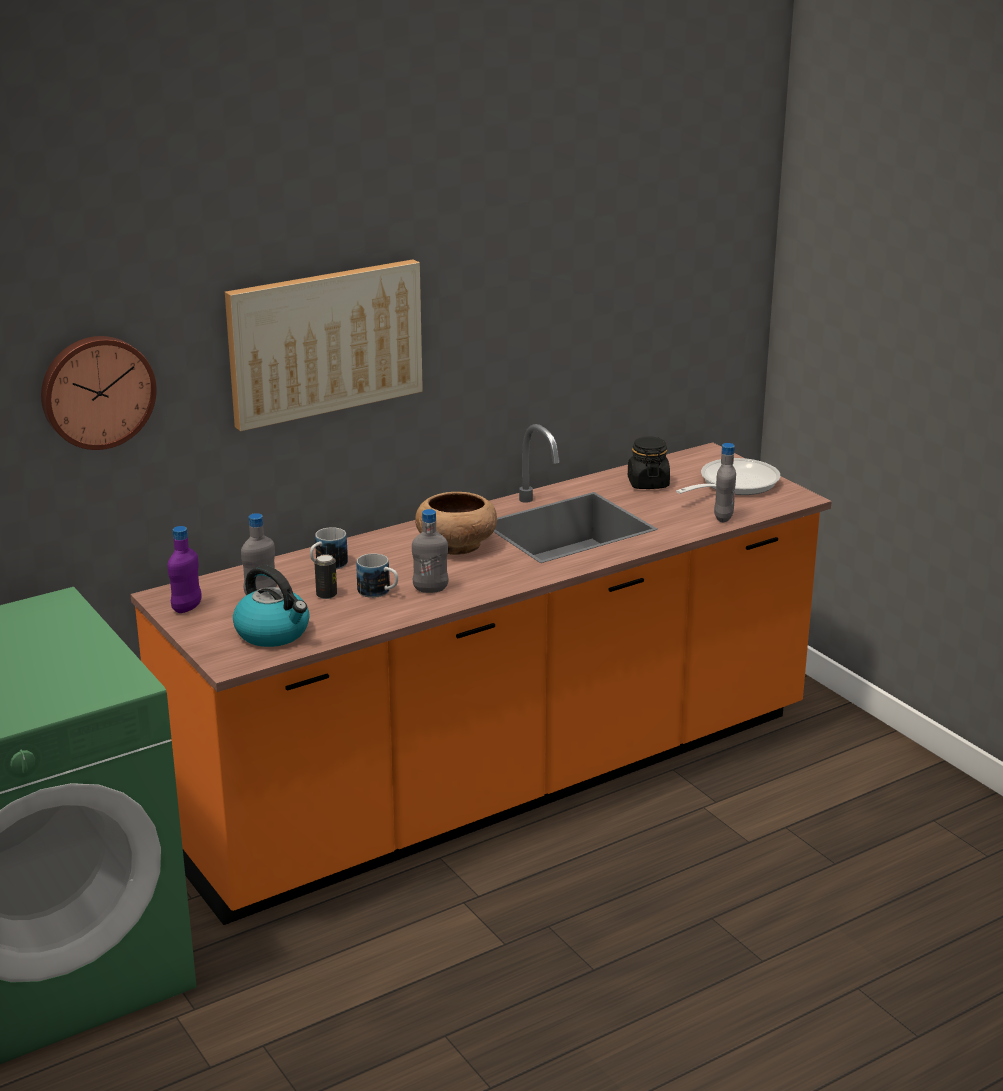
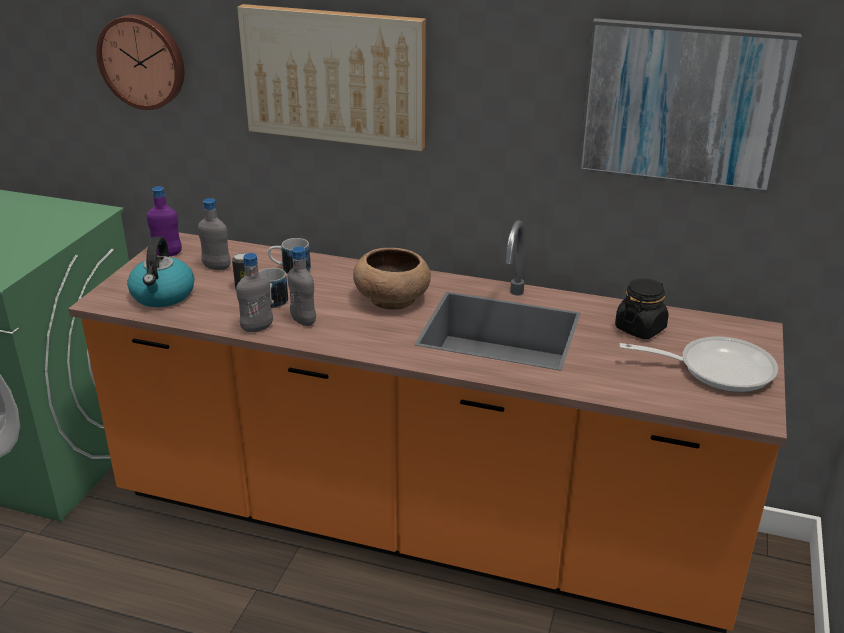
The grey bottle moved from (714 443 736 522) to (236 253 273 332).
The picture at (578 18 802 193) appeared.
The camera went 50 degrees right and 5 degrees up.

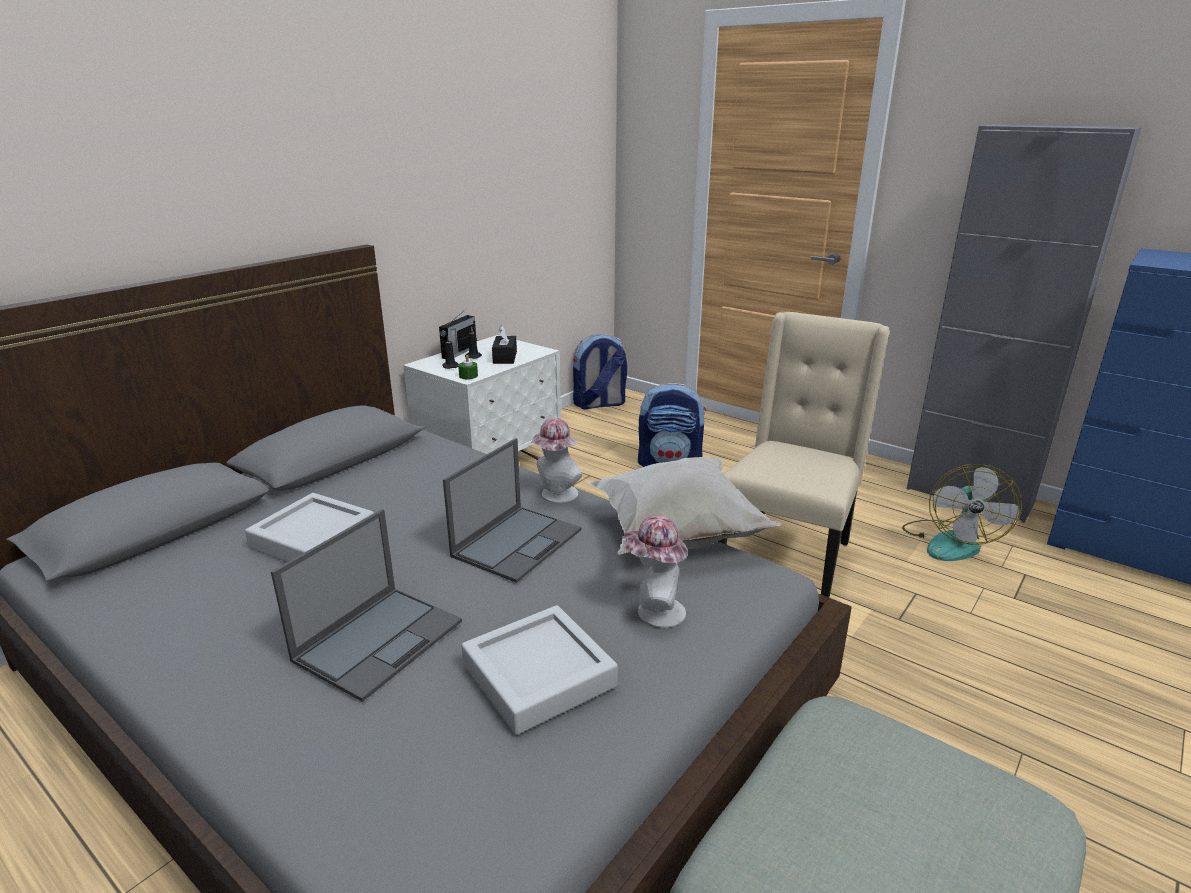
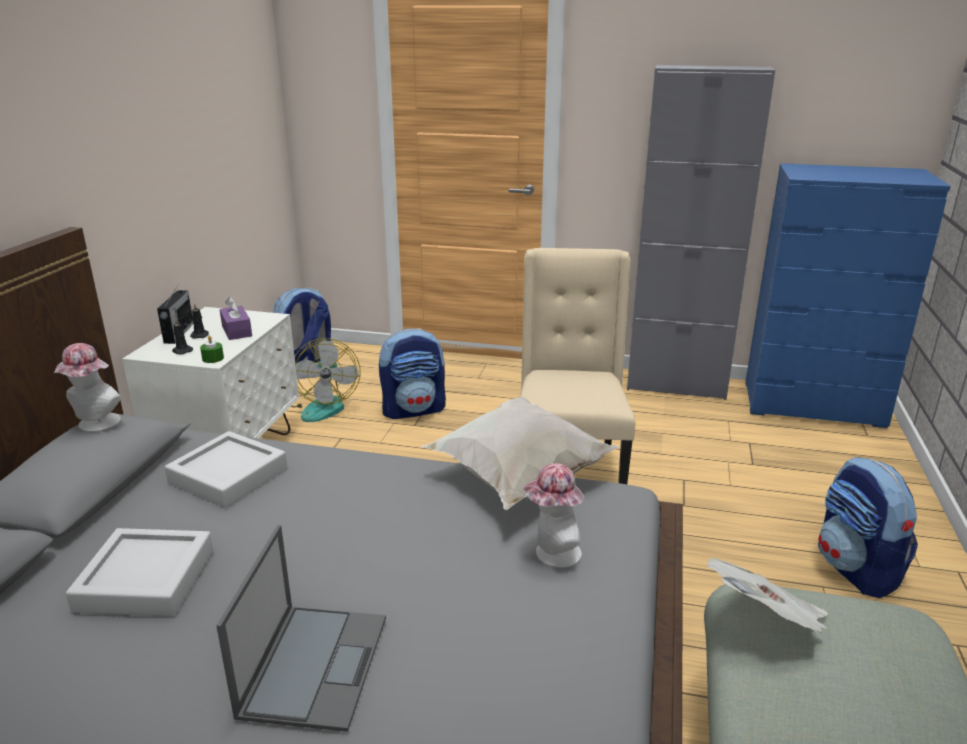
The laptop at (443 438 581 583) disappeared.
The grey tray moved from (461 605 618 735) to (165 431 287 508).
The black tissue box at (492 325 517 364) became the purple tissue box at (219 297 252 340).
The hat moved from (531 418 582 503) to (54 343 121 432).
The fan moved from (902 464 1022 561) to (290 338 360 422).
The newspaper at (707 558 828 633) appeared.
The backpack at (818 457 918 598) appeared.
The camera went 25 degrees left and 0 degrees up.

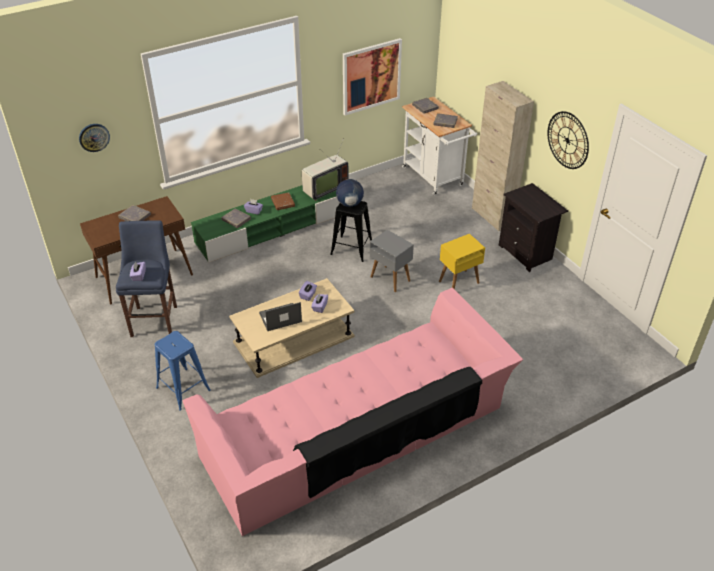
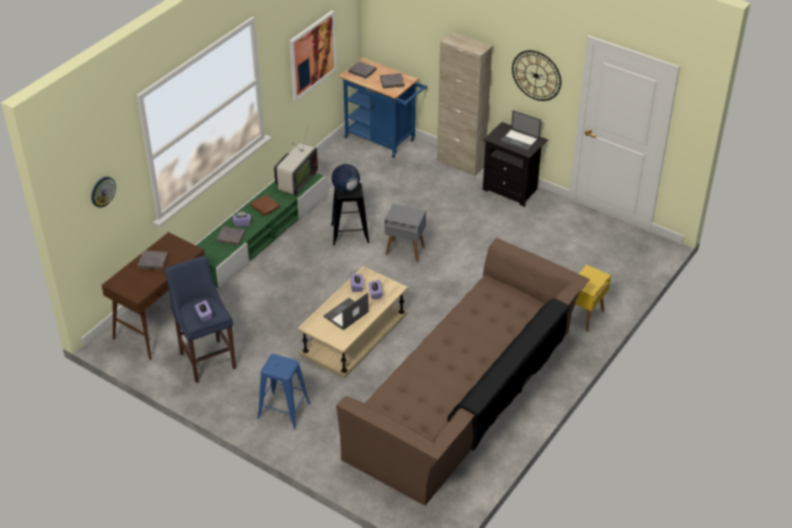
The pink sofa at (182 288 524 536) became the brown sofa at (336 238 590 506).
The white cart at (402 97 477 196) became the blue cart at (339 58 427 158).
The yellow side table moved from (439 234 485 290) to (572 265 611 332).
The laptop at (500 110 541 151) appeared.
The camera went 25 degrees left and 0 degrees up.

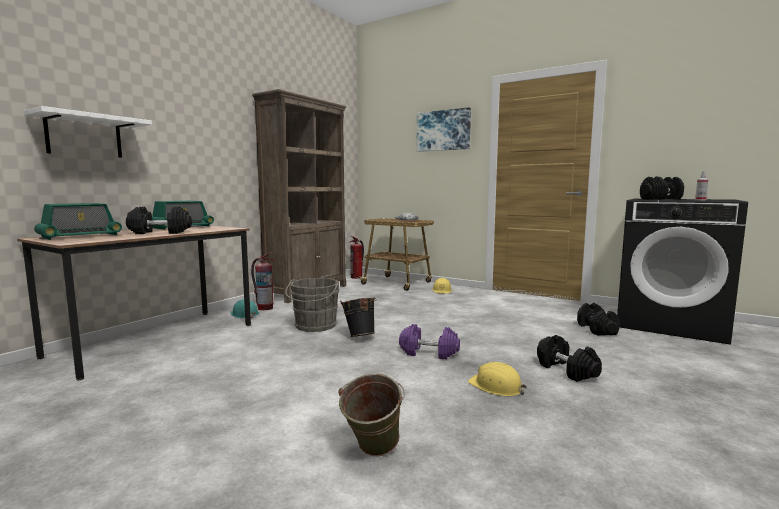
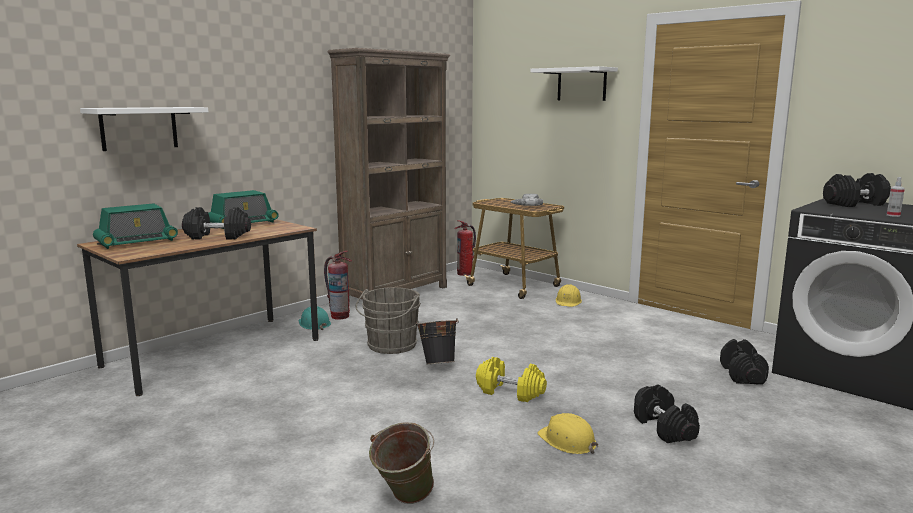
The purple dumbbell at (399 324 460 359) became the yellow dumbbell at (476 357 547 402).
The picture at (417 107 471 152) was replaced by the white shelf at (530 66 618 101).
The camera went 10 degrees right and 5 degrees up.

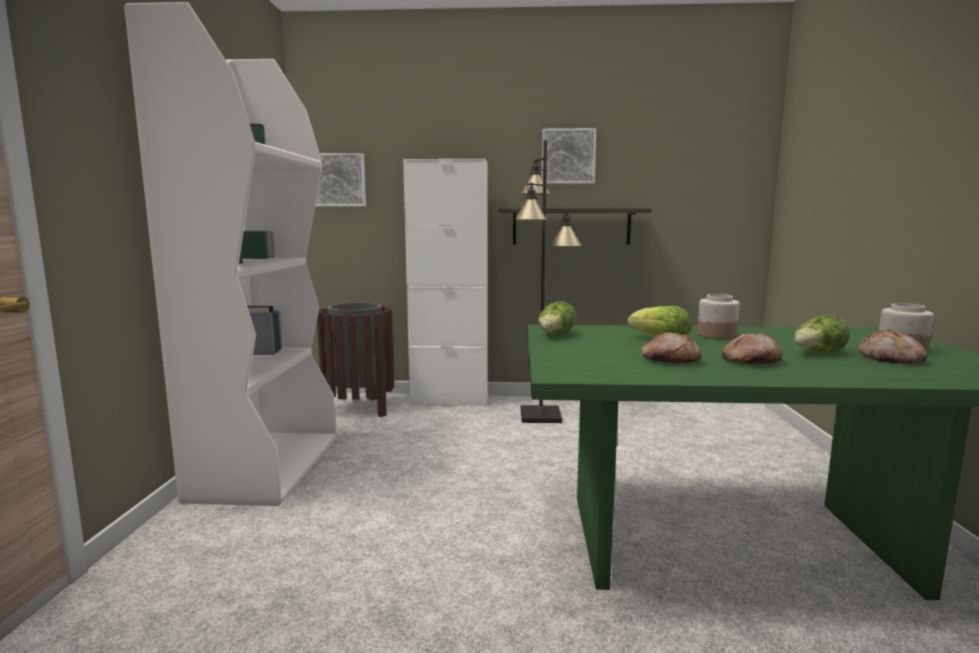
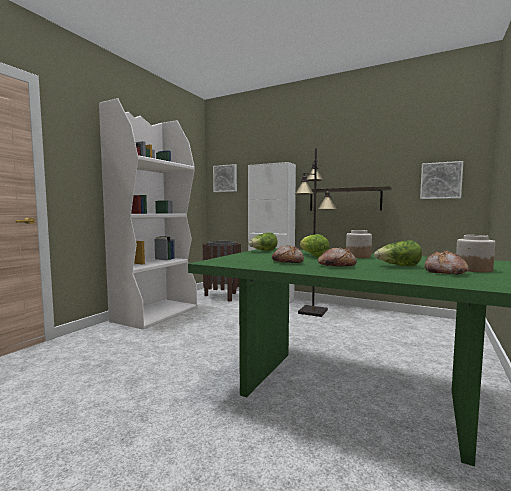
The picture moved from (542 128 596 184) to (420 161 463 199).
The camera went 25 degrees right and 5 degrees down.

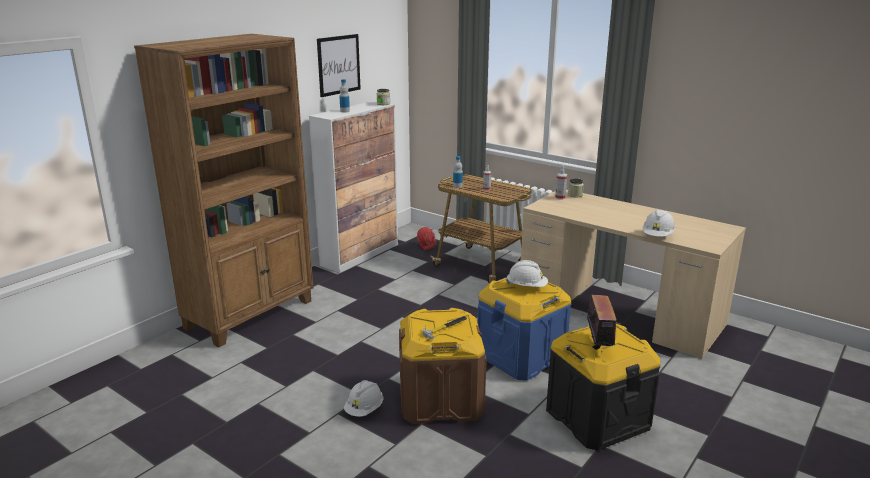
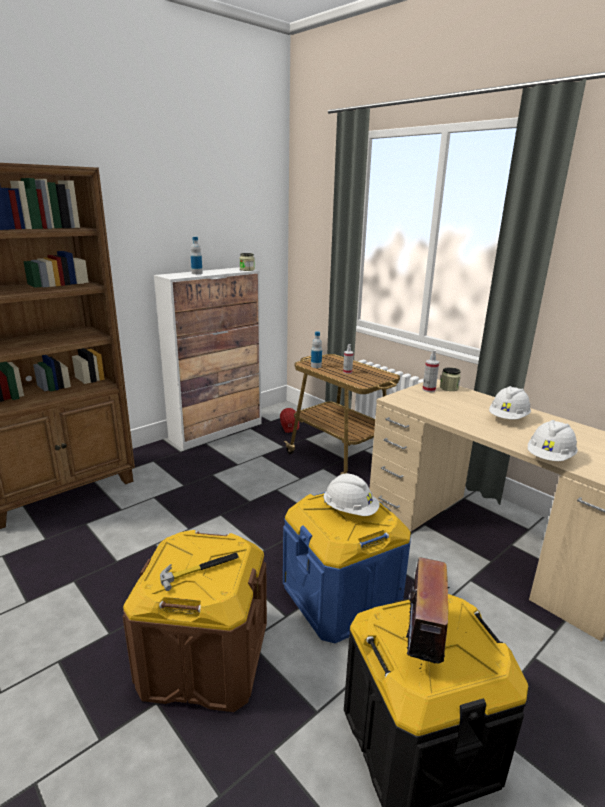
The picture at (317 34 361 97) disappeared.
The white hard hat moved from (344 380 383 417) to (489 386 531 419).
The camera went 10 degrees right and 0 degrees up.

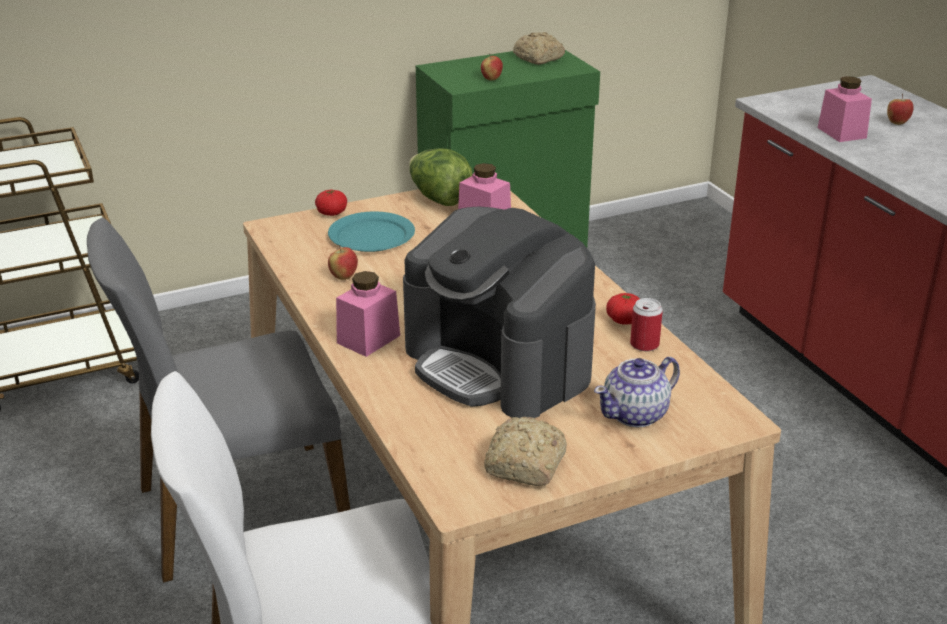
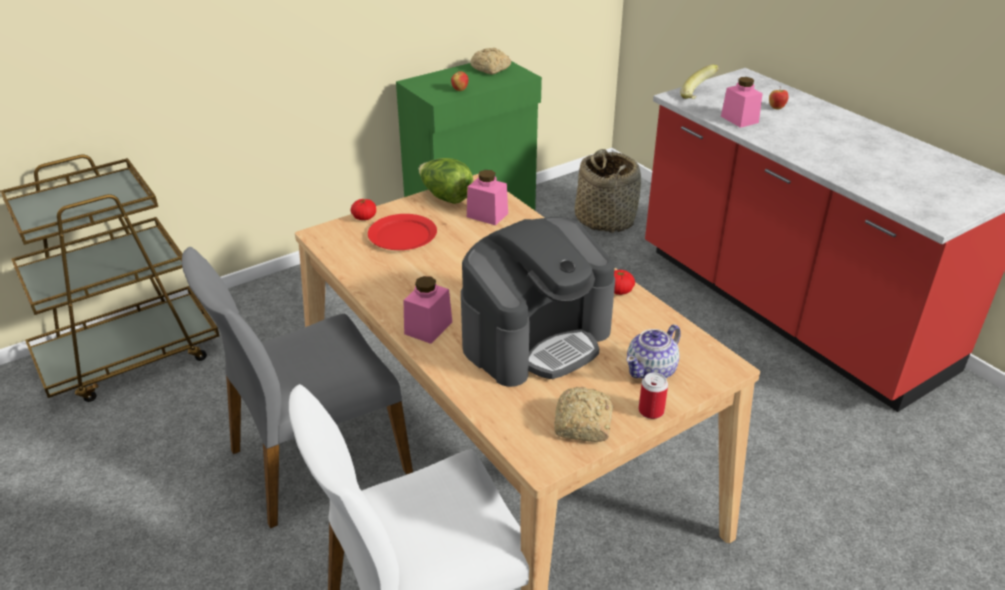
The turquoise plate at (328 212 415 252) became the red plate at (368 214 437 250).
The apple at (328 245 358 280) disappeared.
The coffee machine at (403 207 596 418) turned 75 degrees counterclockwise.
The can moved from (630 298 663 351) to (639 372 668 419).
The basket at (575 149 641 233) appeared.
The banana at (680 65 719 99) appeared.
The camera went 10 degrees left and 5 degrees up.

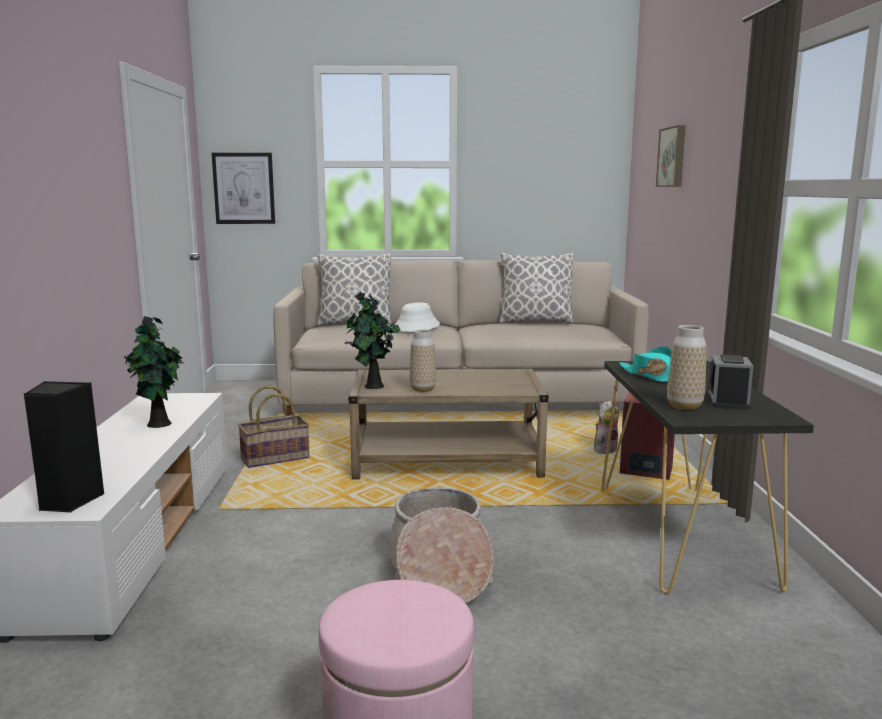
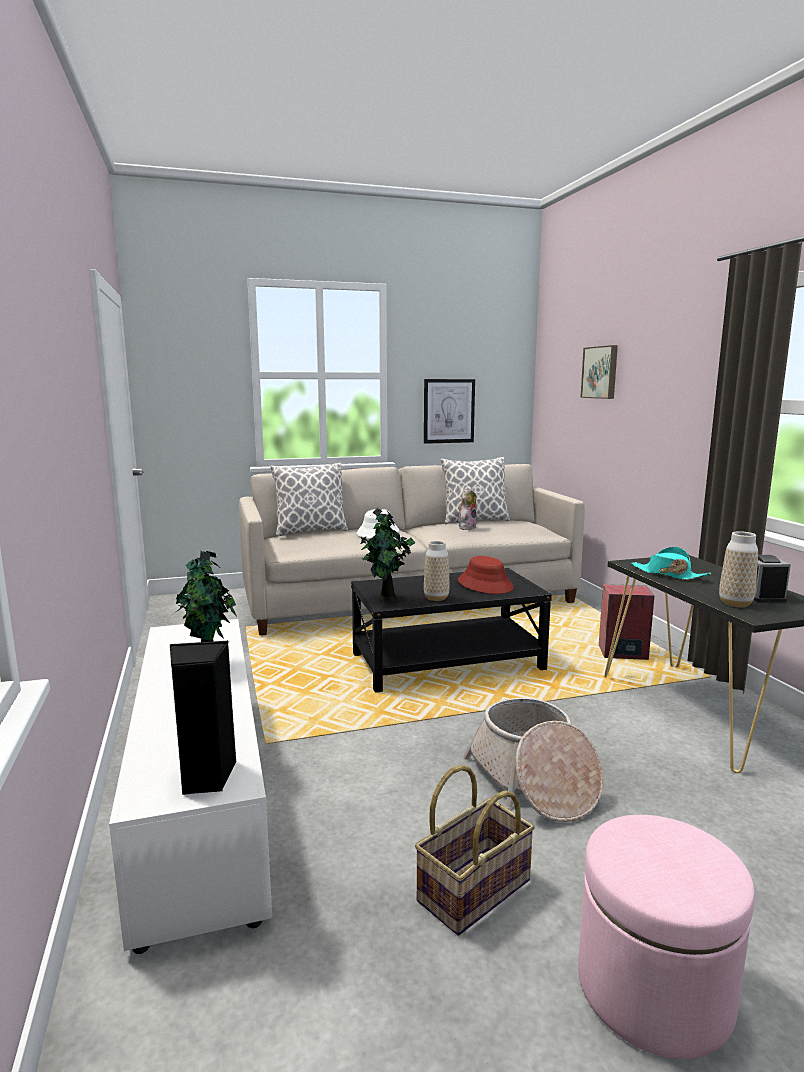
The picture moved from (212 153 275 224) to (424 379 475 444).
The basket moved from (238 386 310 468) to (415 765 535 936).
The beige coffee table at (348 369 549 480) became the black coffee table at (351 568 552 693).
The plush toy moved from (594 400 619 454) to (458 486 477 530).
The red hat at (458 556 514 594) appeared.
The camera went 15 degrees left and 0 degrees up.

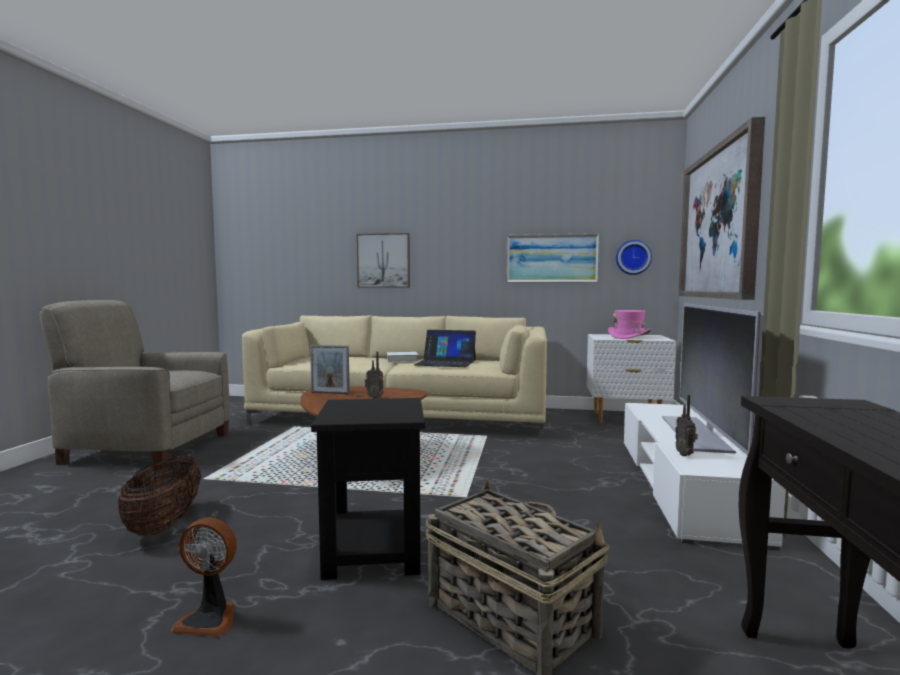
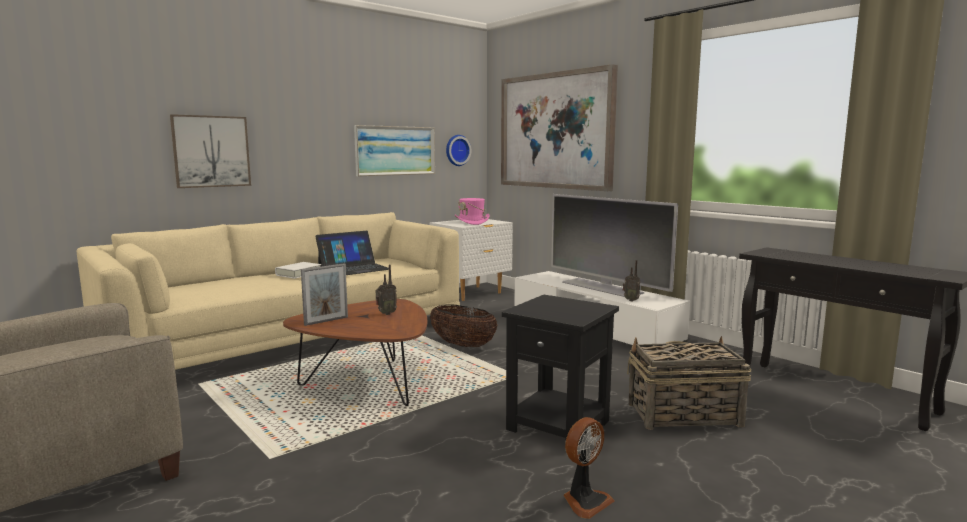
The basket moved from (118 456 201 535) to (430 305 497 347).
The camera went 50 degrees left and 5 degrees up.

